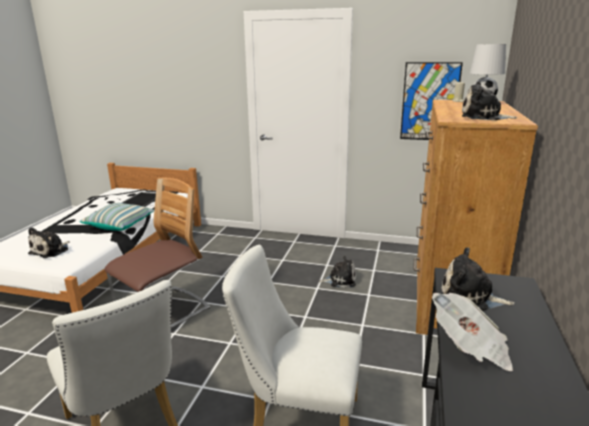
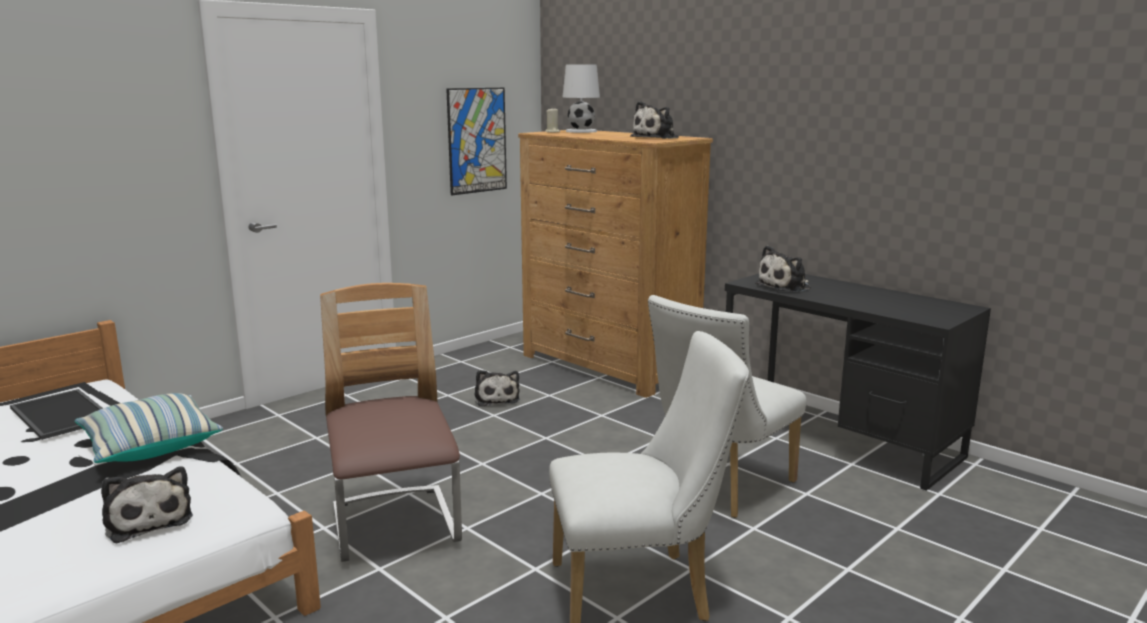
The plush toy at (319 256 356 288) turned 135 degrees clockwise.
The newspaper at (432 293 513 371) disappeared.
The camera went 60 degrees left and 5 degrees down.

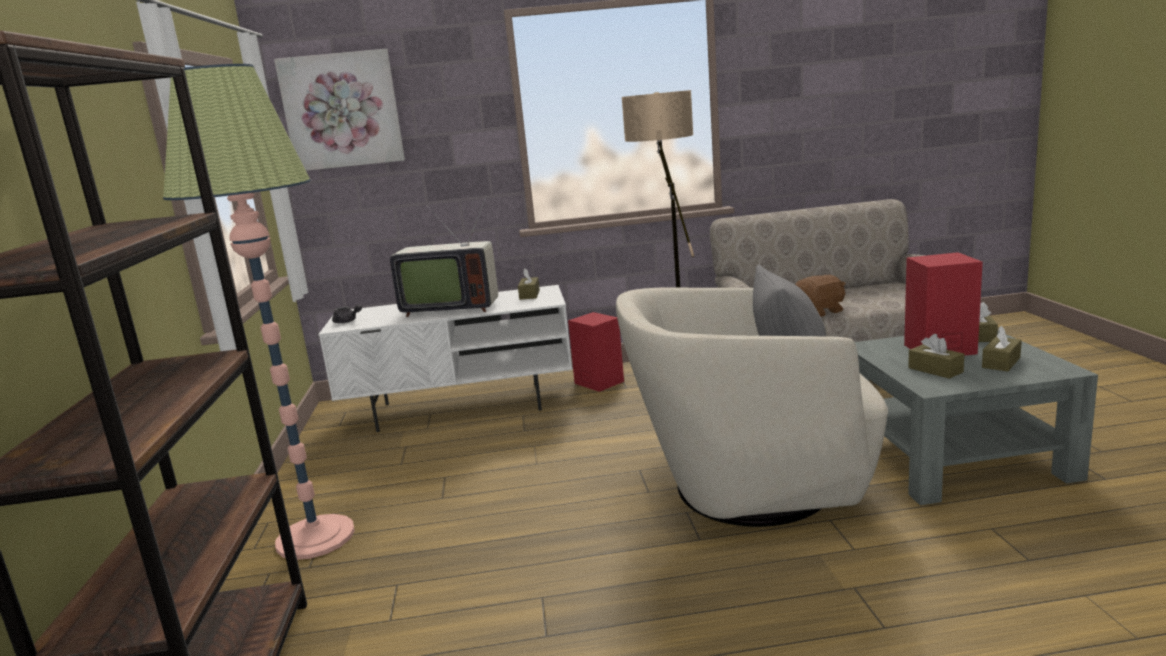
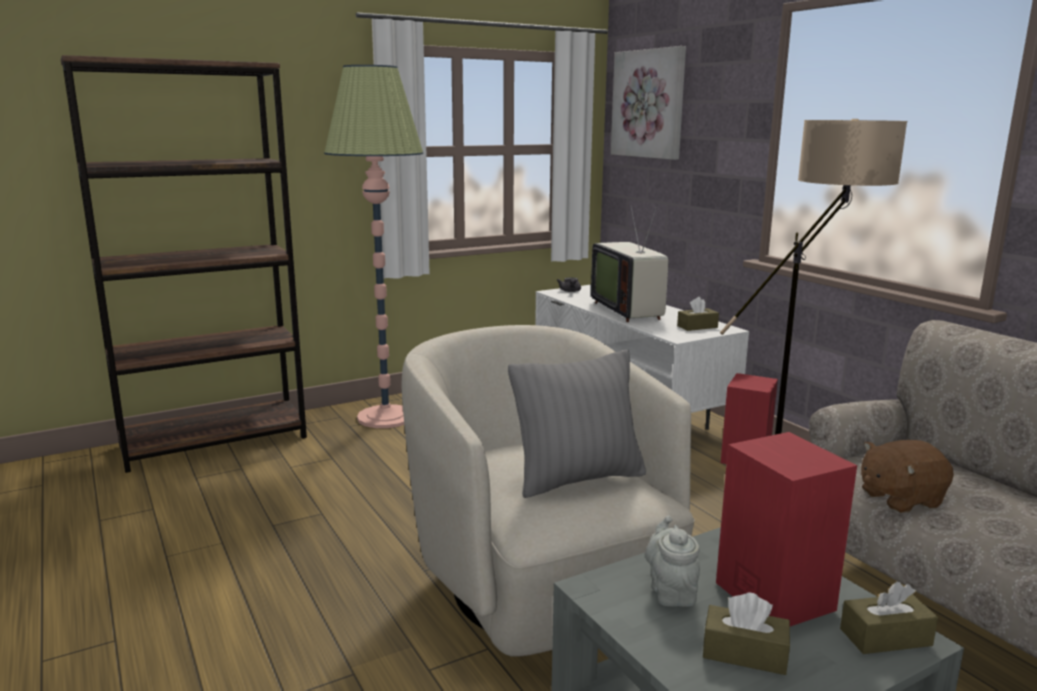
The brown plush toy at (795 275 846 317) turned 120 degrees clockwise.
The brown tissue box at (908 334 964 379) was replaced by the grey teapot at (645 516 700 607).
The camera went 65 degrees right and 0 degrees up.

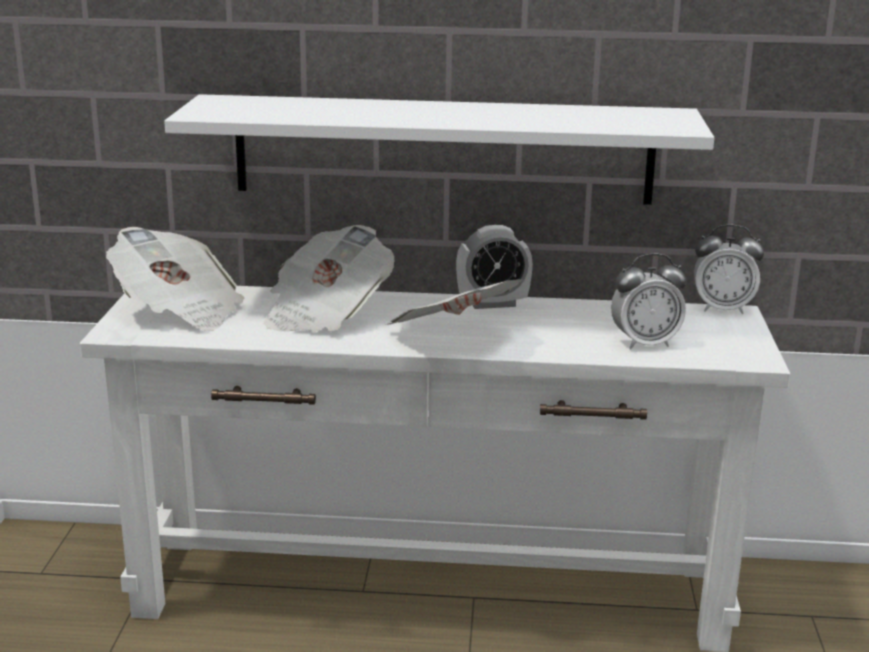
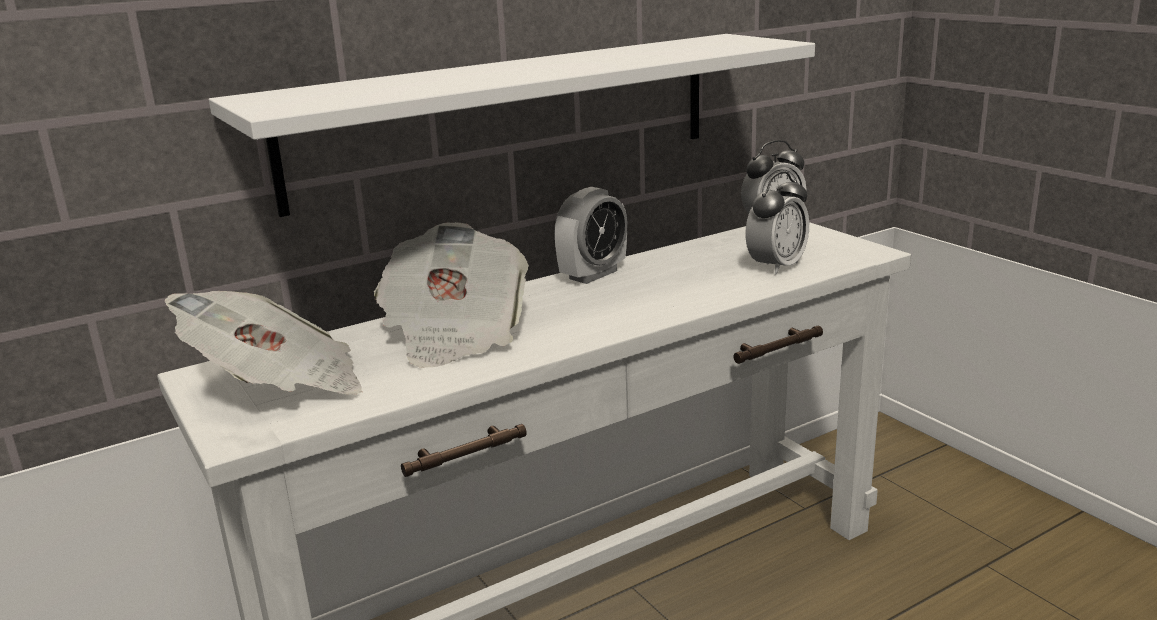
The newspaper at (386 279 524 325) disappeared.
The camera went 35 degrees left and 0 degrees up.

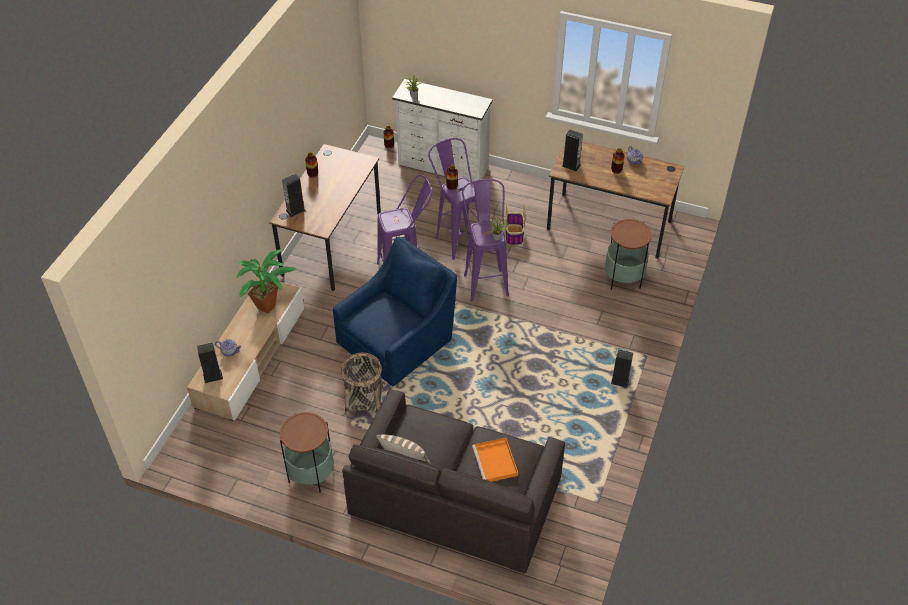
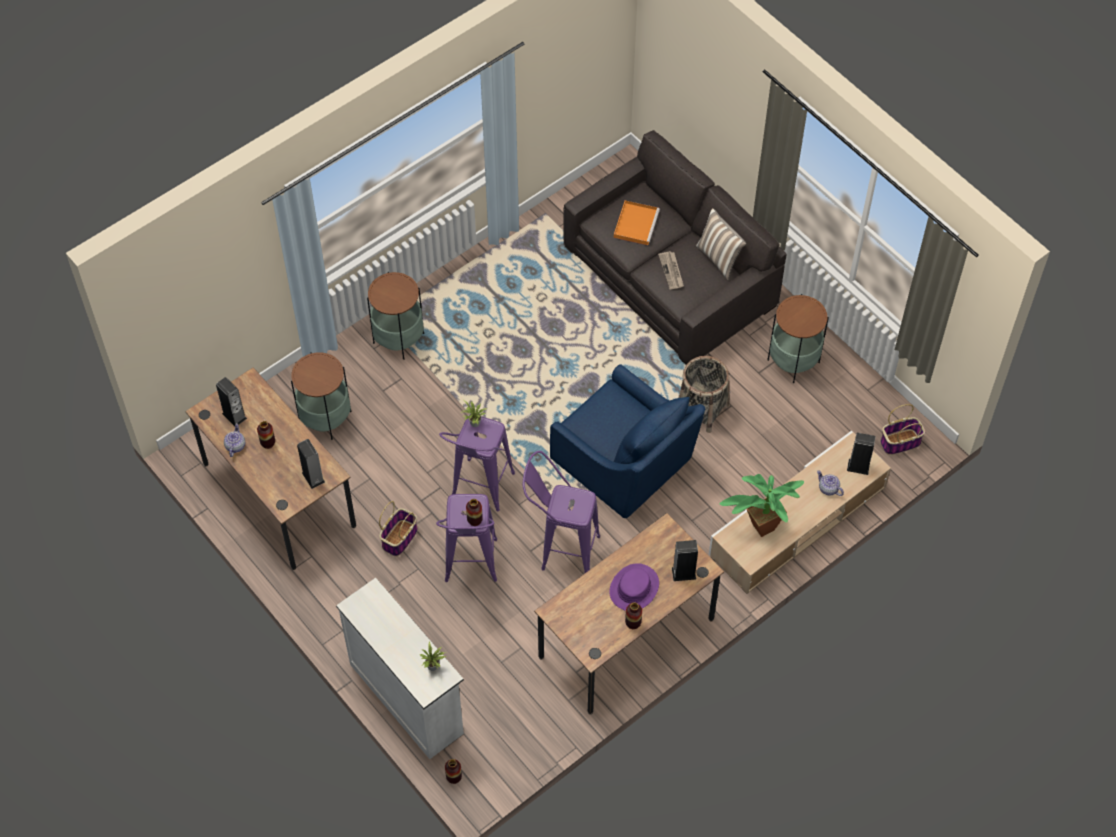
The blue armchair at (333 236 457 387) turned 120 degrees counterclockwise.
The speaker moved from (611 349 633 388) to (216 377 247 426).
The side table at (367 272 424 360) appeared.
The purple hat at (609 563 659 611) appeared.
The newspaper at (658 251 684 290) appeared.
The basket at (880 404 925 455) appeared.
The camera went 150 degrees left and 10 degrees up.

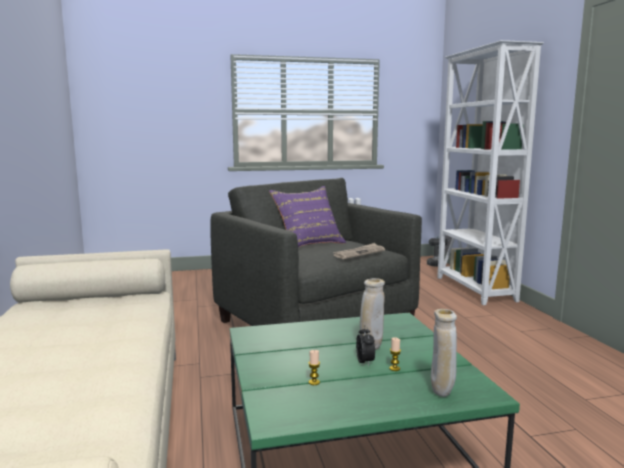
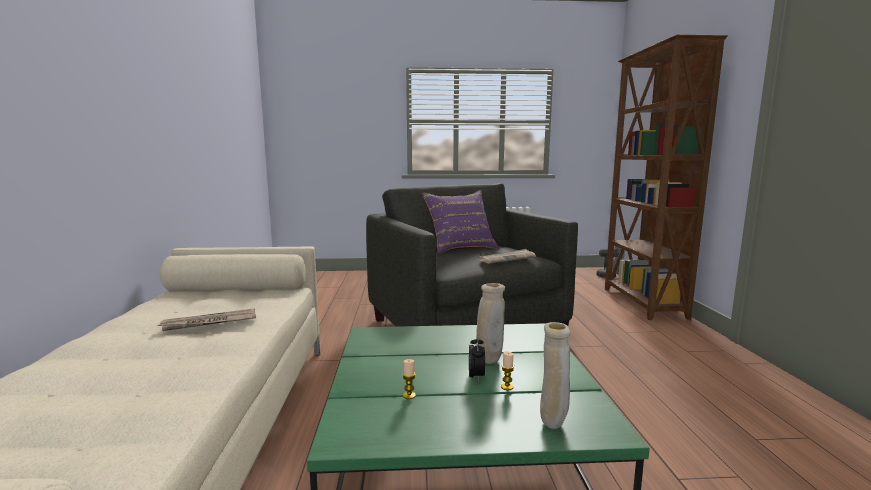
The white bookcase at (437 40 544 305) became the brown bookcase at (605 35 728 320).
The newspaper at (157 308 256 331) appeared.
The camera went 10 degrees right and 0 degrees up.

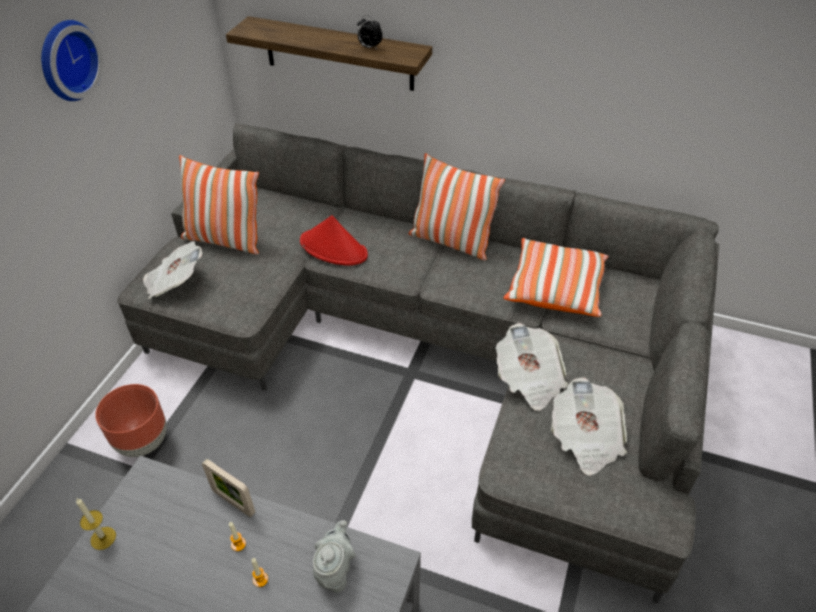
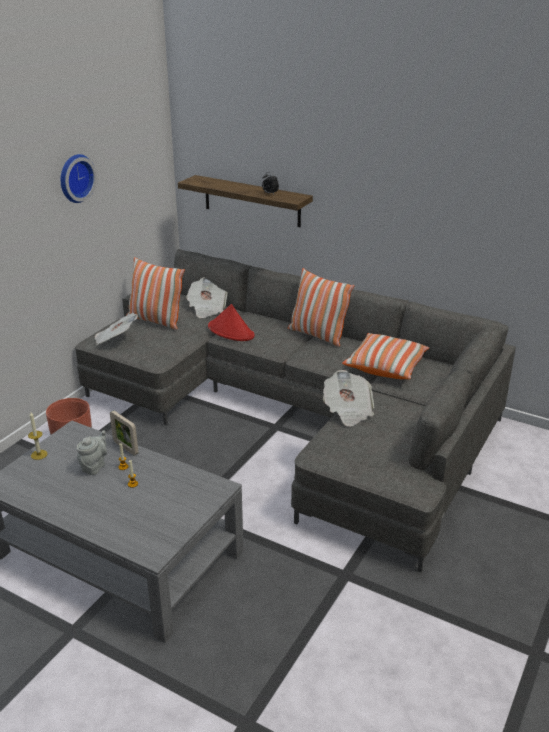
The grey teapot moved from (312 520 356 593) to (76 430 107 475).
The newspaper moved from (551 378 627 476) to (186 277 228 318).
The camera went 10 degrees right and 15 degrees down.

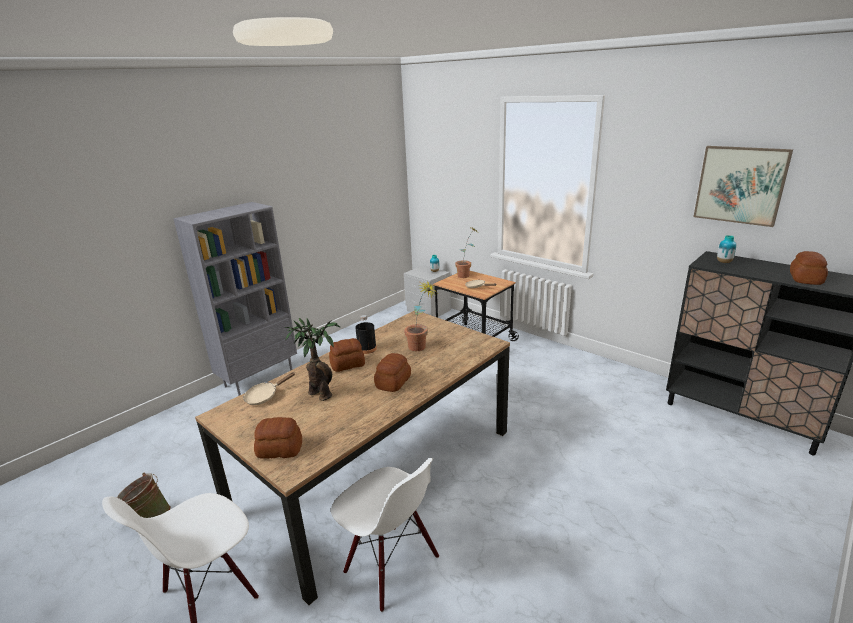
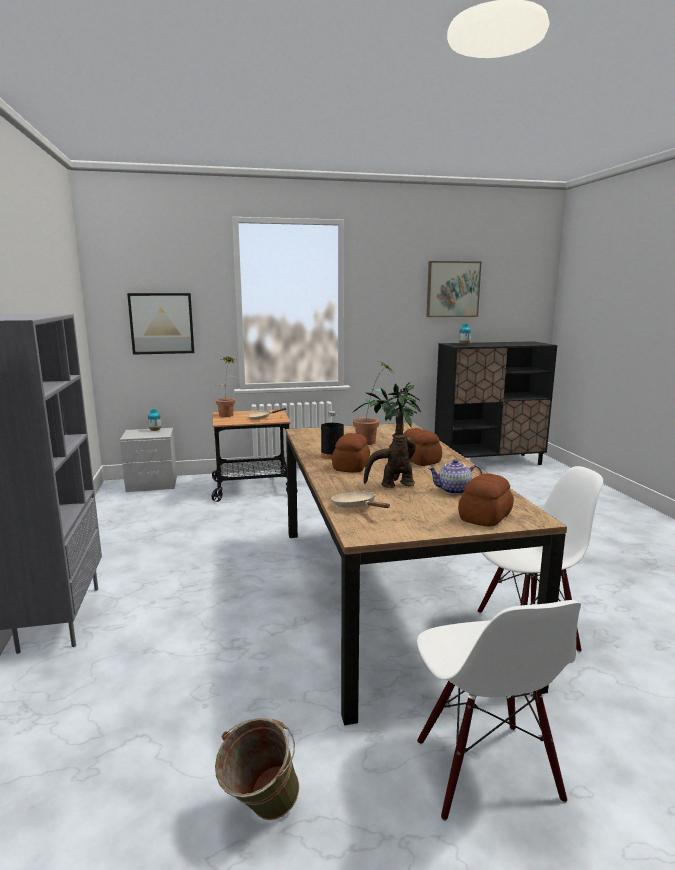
The beige frying pan at (243 372 295 405) turned 150 degrees clockwise.
The bread at (790 251 828 285) disappeared.
The picture at (127 293 194 355) appeared.
The teapot at (428 459 482 495) appeared.
The camera went 55 degrees left and 10 degrees down.

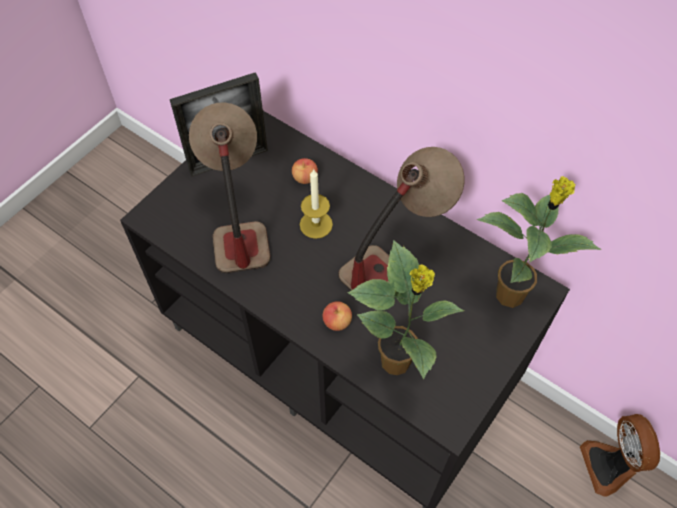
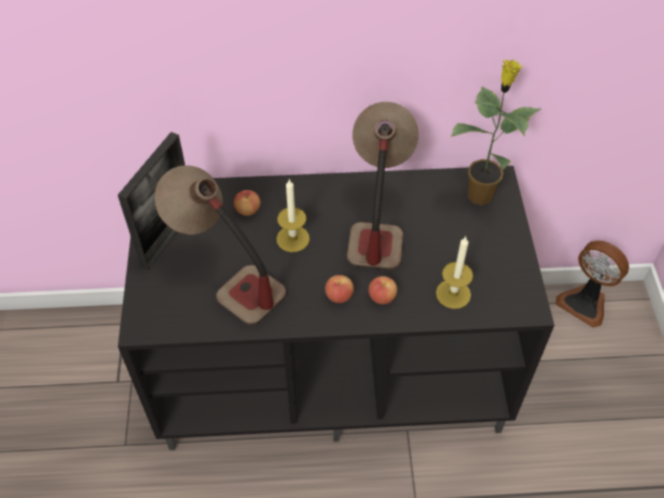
The potted plant at (348 240 464 379) was replaced by the candle at (436 236 473 309).
The apple at (325 275 354 303) appeared.
The camera went 40 degrees left and 5 degrees down.

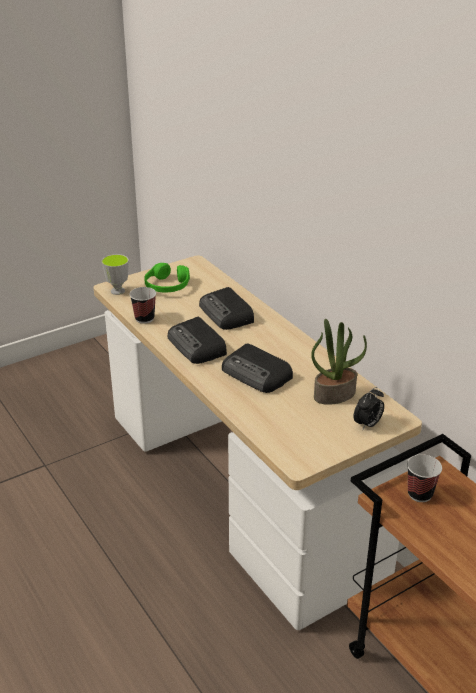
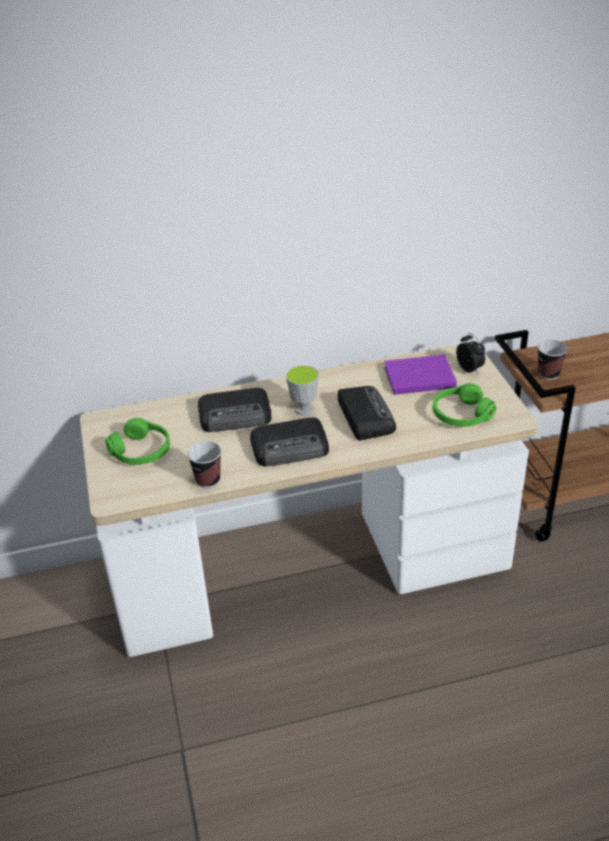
The cup moved from (102 254 129 295) to (286 365 319 415).
The radio at (222 343 293 393) turned 75 degrees counterclockwise.
The potted plant at (311 319 367 405) was replaced by the purple book at (384 354 457 395).
The green headphones at (433 383 496 427) appeared.
The camera went 70 degrees left and 5 degrees up.

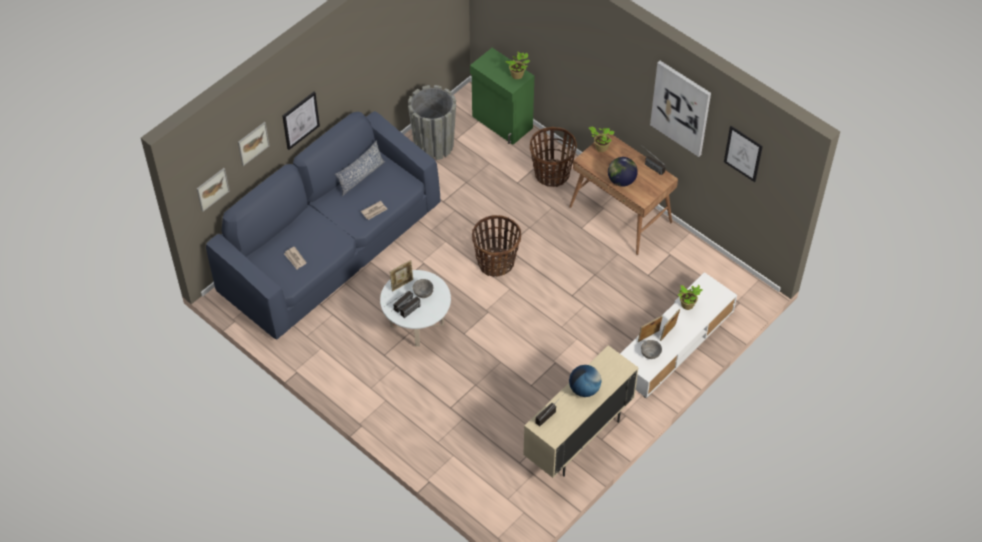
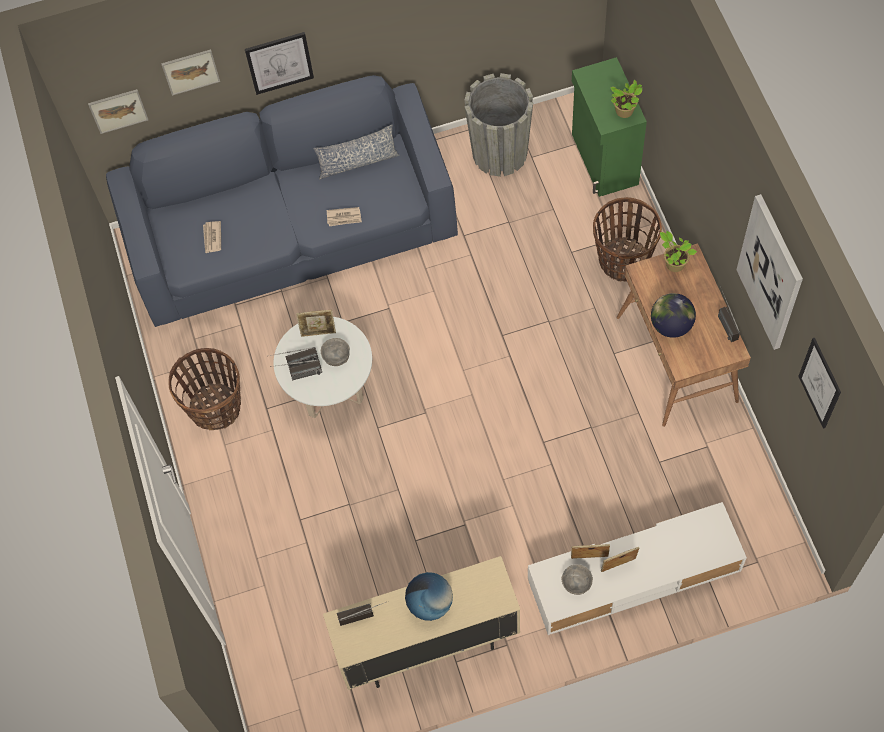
The basket moved from (472 215 521 277) to (168 348 241 430).
The potted plant at (678 285 702 310) disappeared.
The camera went 35 degrees right and 10 degrees up.

